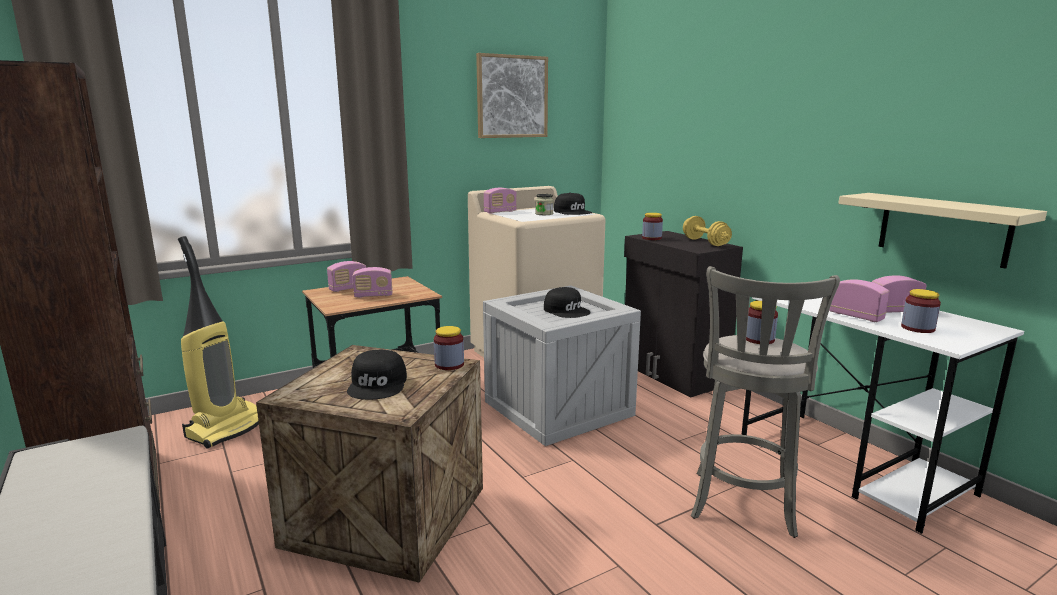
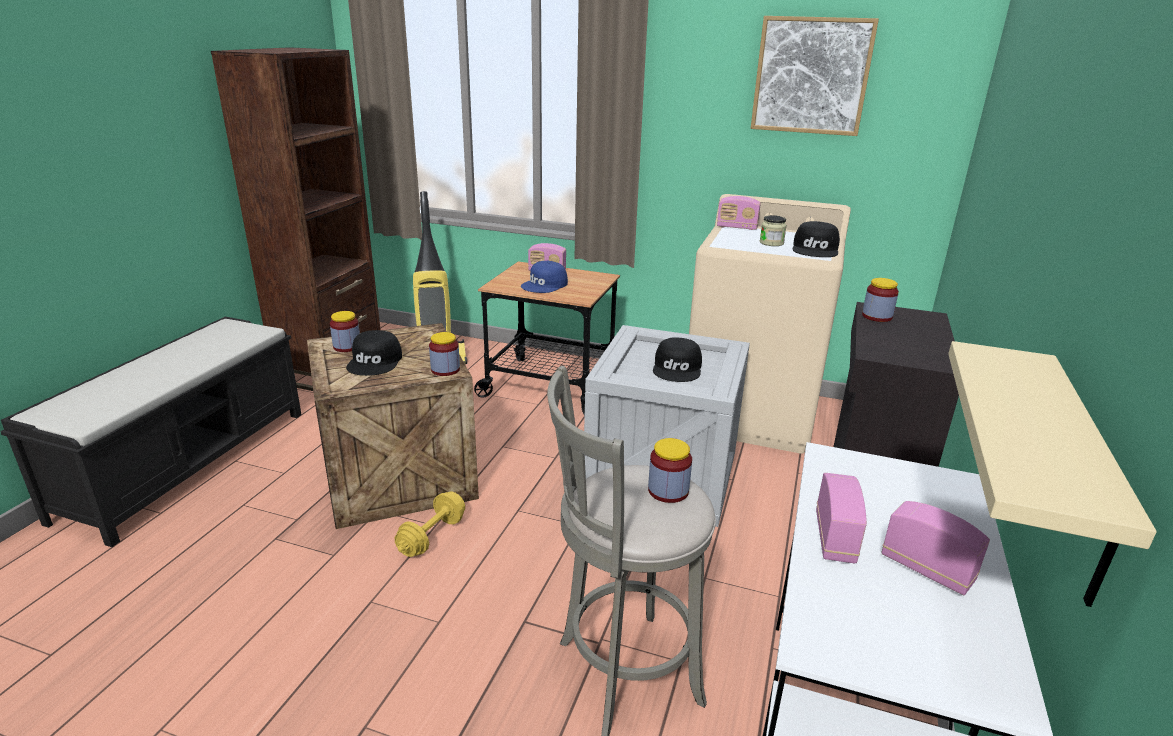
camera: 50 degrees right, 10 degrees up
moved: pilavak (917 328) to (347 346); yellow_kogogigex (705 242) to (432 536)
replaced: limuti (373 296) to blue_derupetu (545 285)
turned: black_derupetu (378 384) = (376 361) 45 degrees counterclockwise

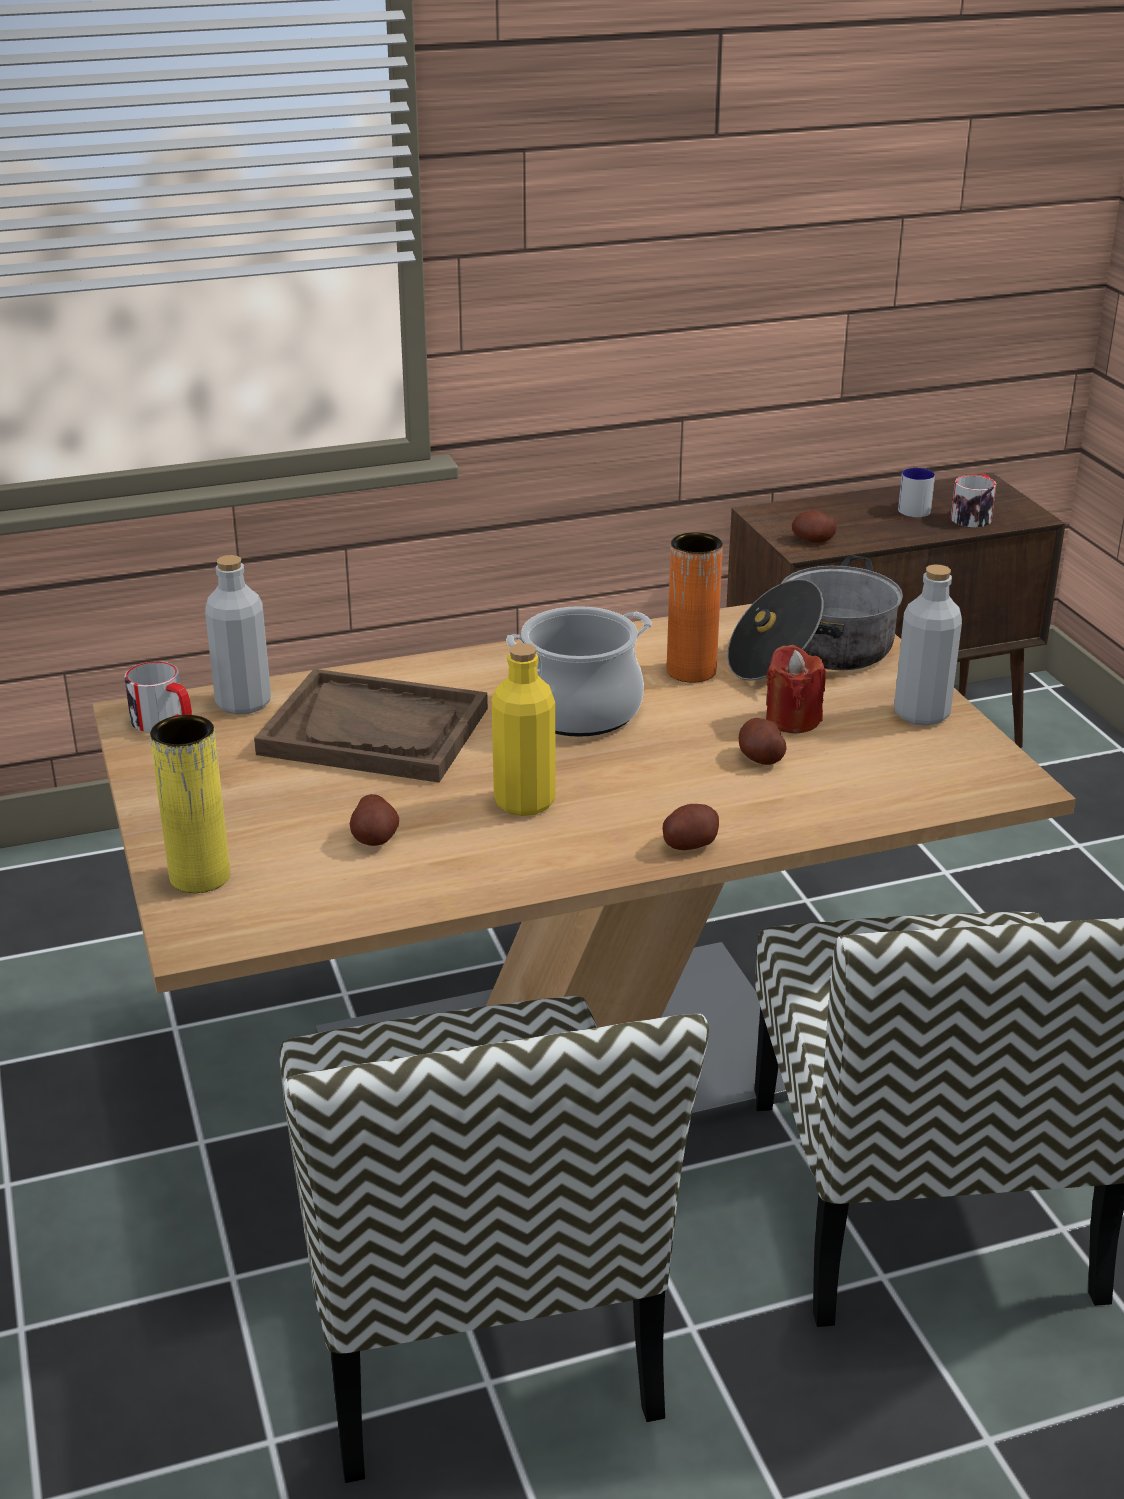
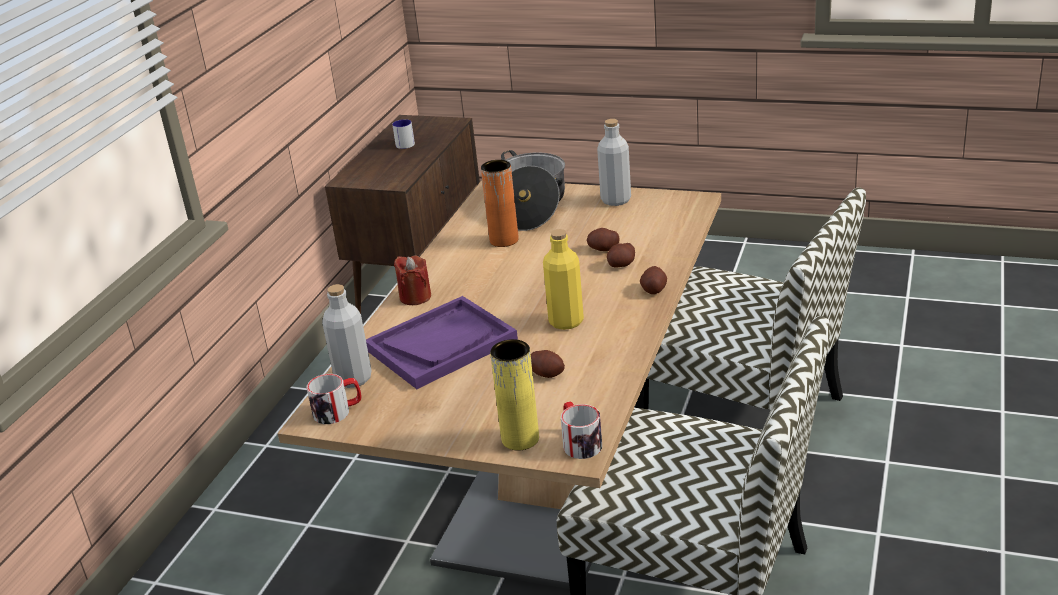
camera: 50 degrees left, 0 degrees up
removed: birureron (579 710)
moved: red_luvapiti (792 720) to (415 297); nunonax (973 516) to (579 442); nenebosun (813 540) to (621 265)
recoloured: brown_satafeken (375 731) to purple_satafeken (441 345)

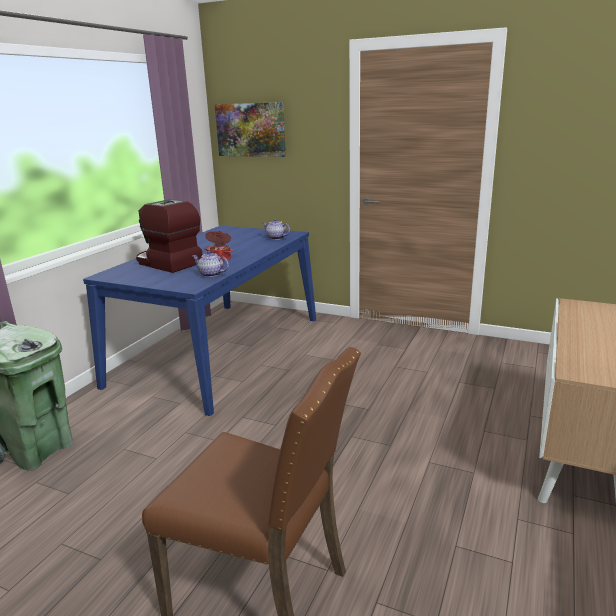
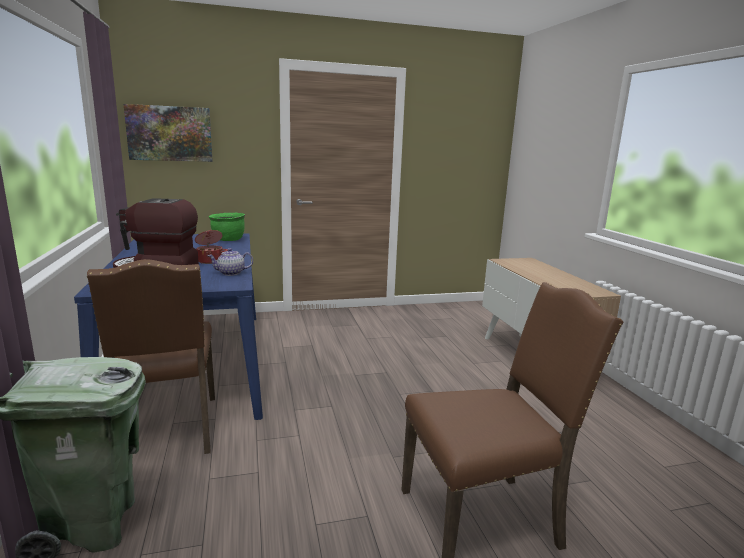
camera: 40 degrees left, 5 degrees down
added: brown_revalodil (168 431)
replaced: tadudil (276 238) to green_birureron (228 240)

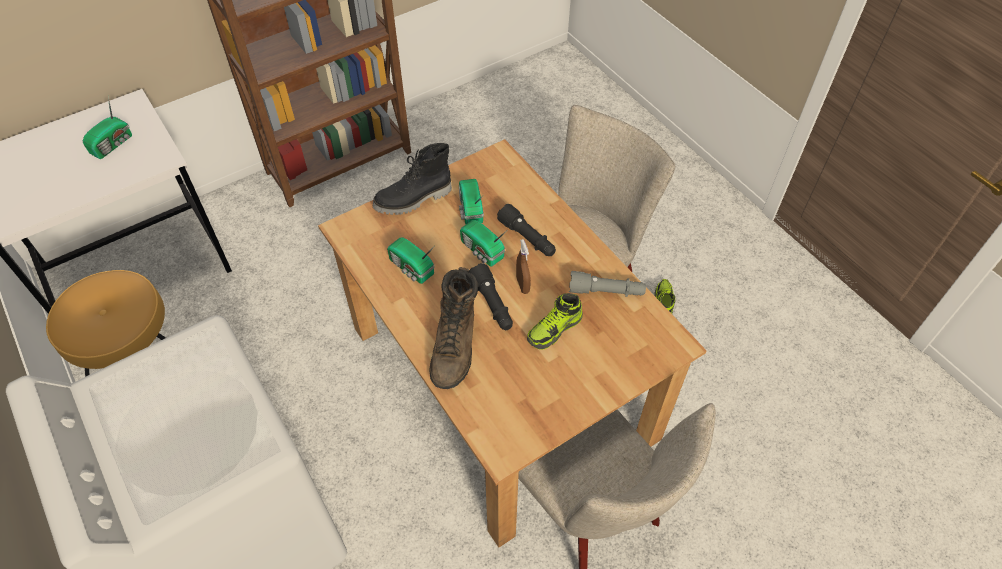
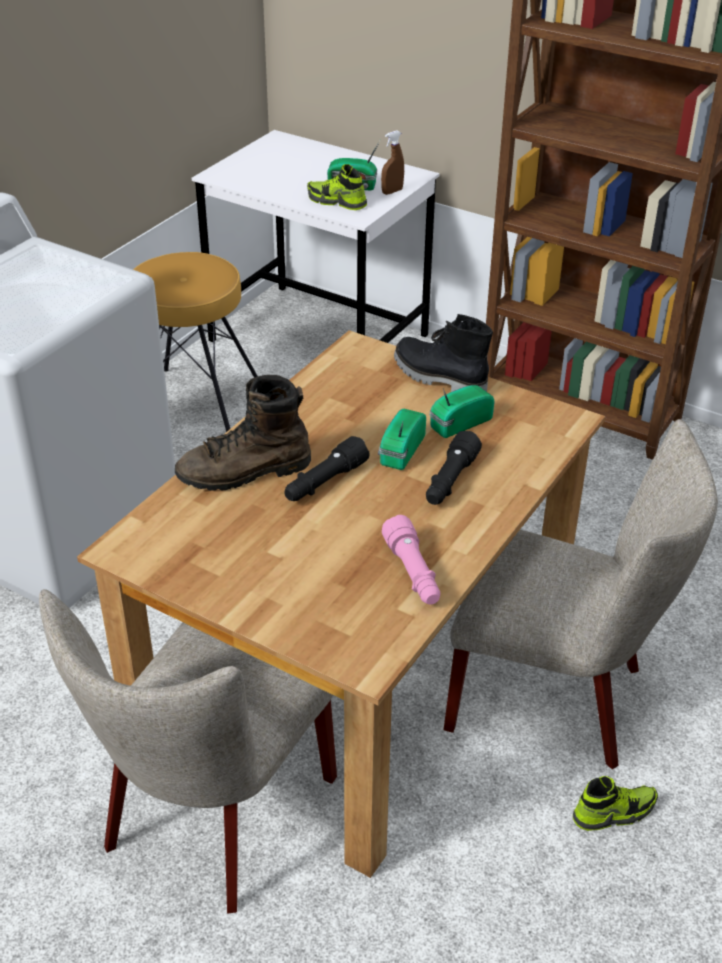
camera: 65 degrees right, 15 degrees down
removed: limuti (412 269)
moved: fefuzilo (554 329) to (336 202); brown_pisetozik (522 285) to (392 191)
recoloured: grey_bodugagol (606 291) to pink_bodugagol (413 573)

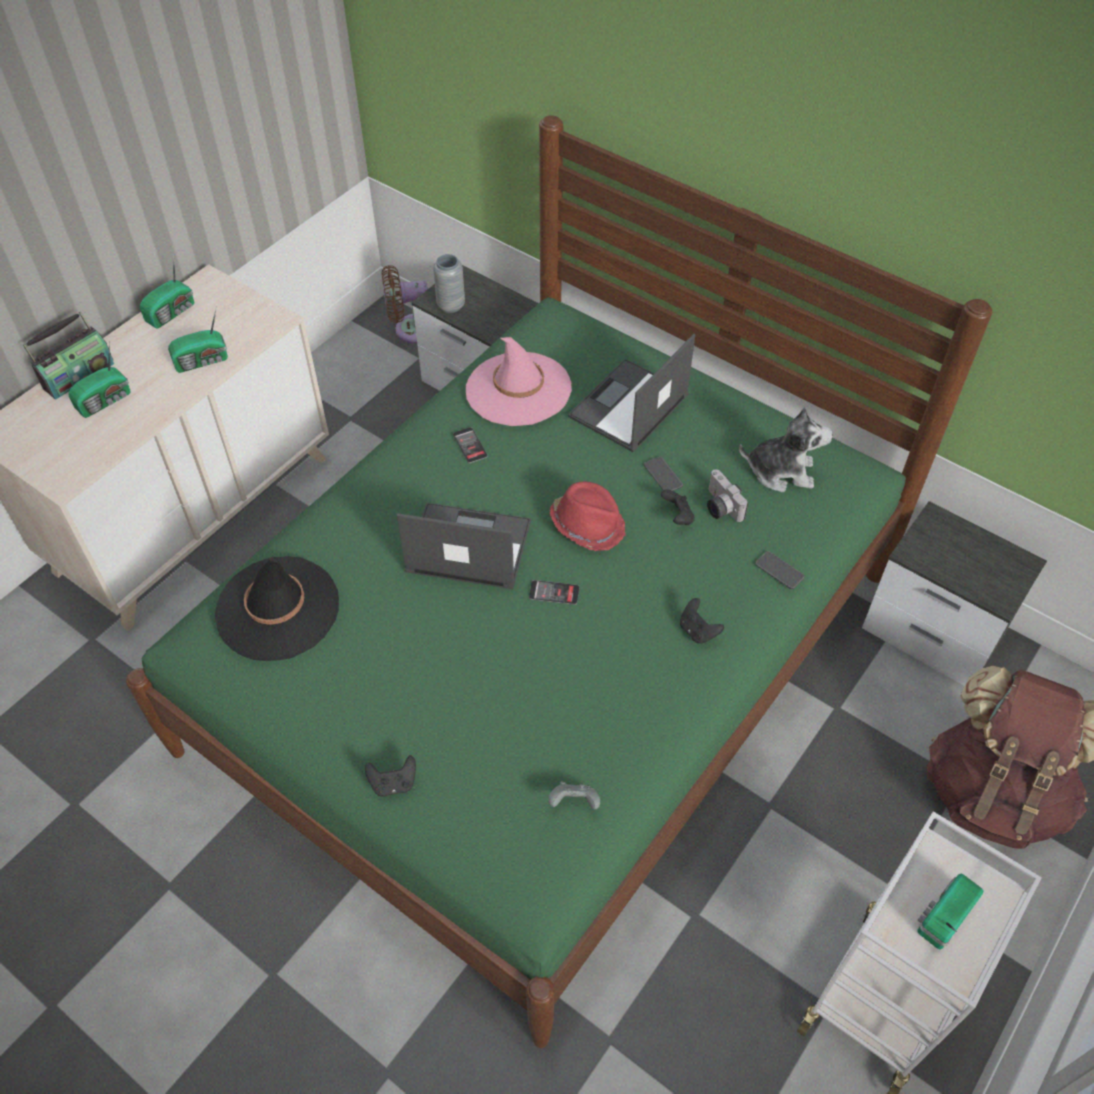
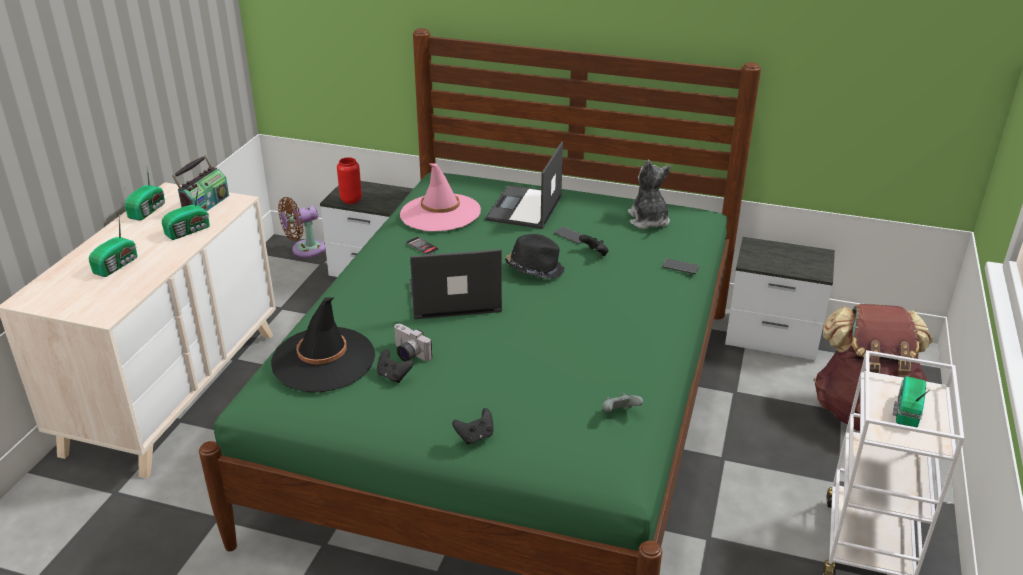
camera: 20 degrees left, 20 degrees down
removed: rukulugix (554 593)
moved: limuti (78 375) to (205 205); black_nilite (697 631) to (393 376); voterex (719 507) to (408 354)
recoloured: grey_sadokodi (451 305) to red_sadokodi (351 200); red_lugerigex (588 524) to black_lugerigex (534 269)
turned: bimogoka (781 471) = (648 220) 90 degrees counterclockwise

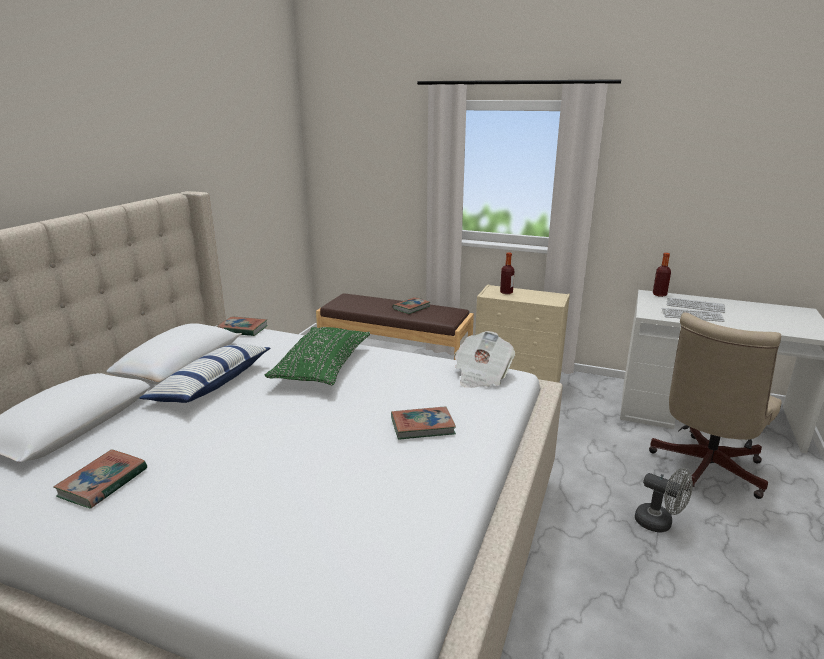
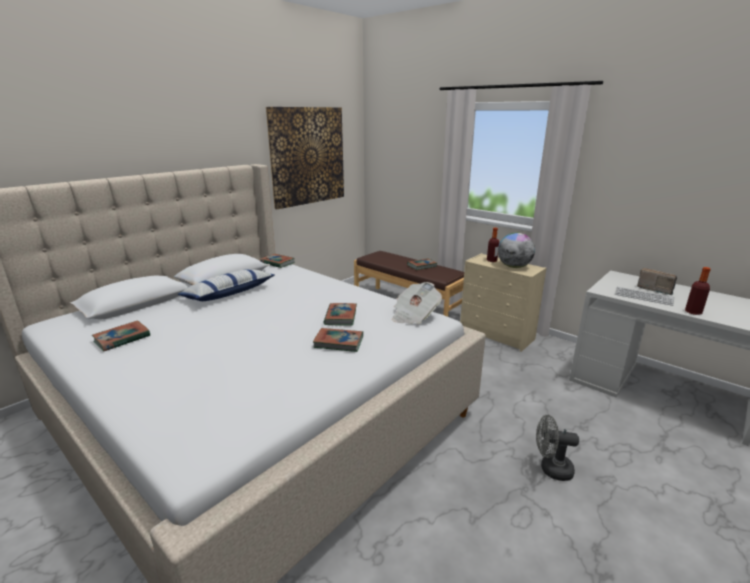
camera: 20 degrees right, 0 degrees up
removed: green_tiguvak (322 367); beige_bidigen (703 470)
added: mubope (307 156); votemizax (340 317); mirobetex (514 267)
moved: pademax (659 294) to (693 312)
replaced: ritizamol (695 306) to limuti (654 289)
turned: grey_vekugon (659 523) = (551 469) 135 degrees clockwise

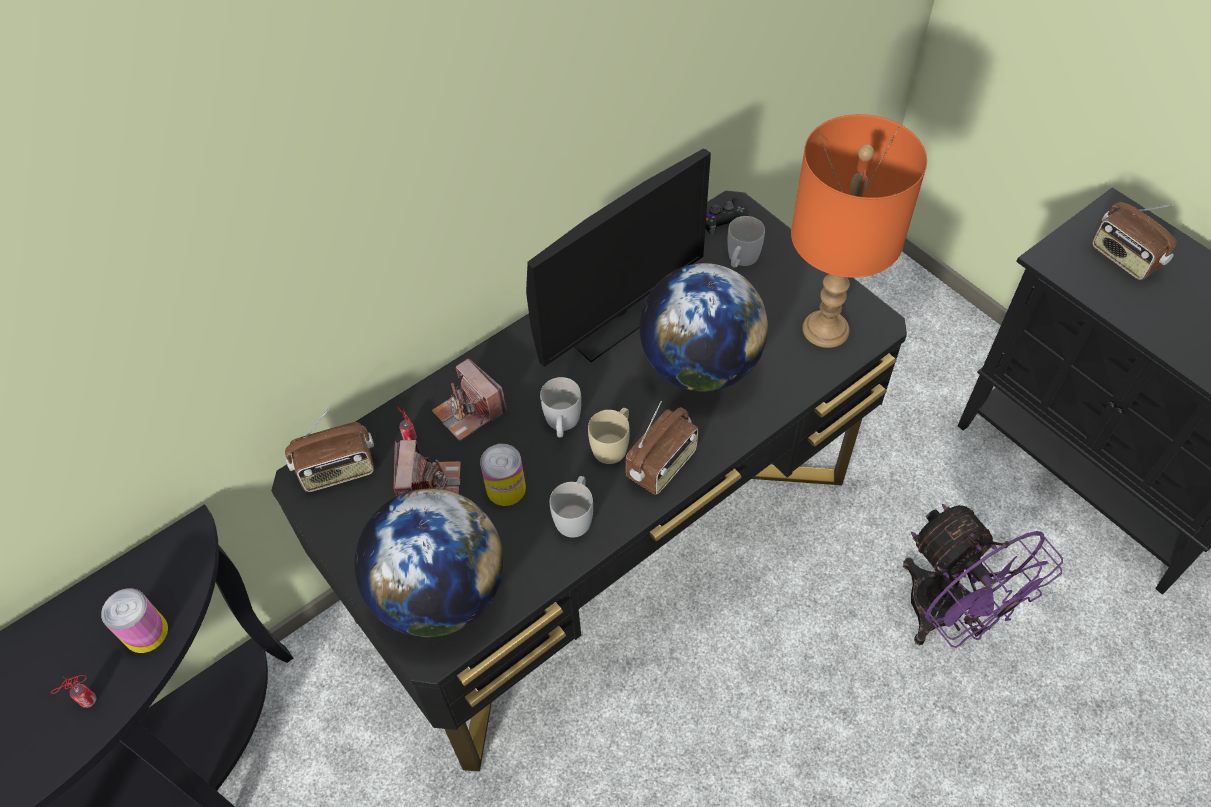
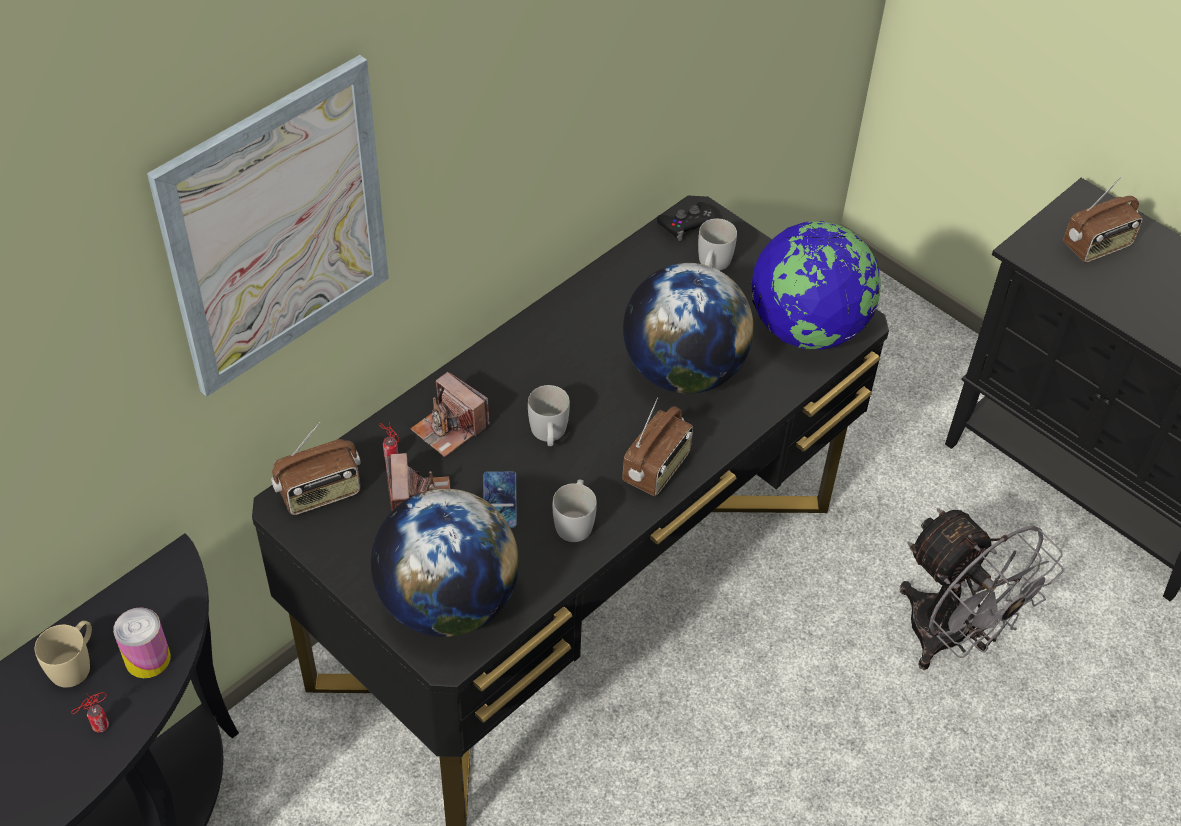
camera: 10 degrees left, 5 degrees down
removed: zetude (618 314)
added: mubope (277 228)
moved: beige_nunonax (613 444) to (75 663)
replaced: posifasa (506 488) to rukulugix (499 500); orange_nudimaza (826 329) to mirobetex (808 329)
recoloured: purple_vekugon (947 616) to grey_vekugon (951 639)
turned: limuti (1124 258) = (1097 247) 75 degrees counterclockwise

